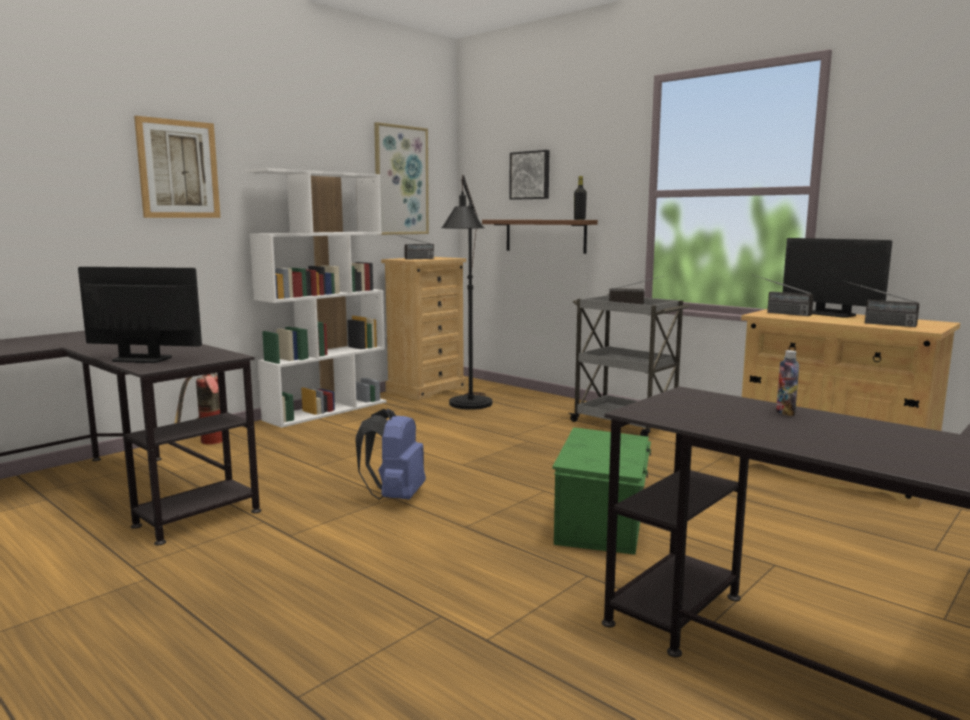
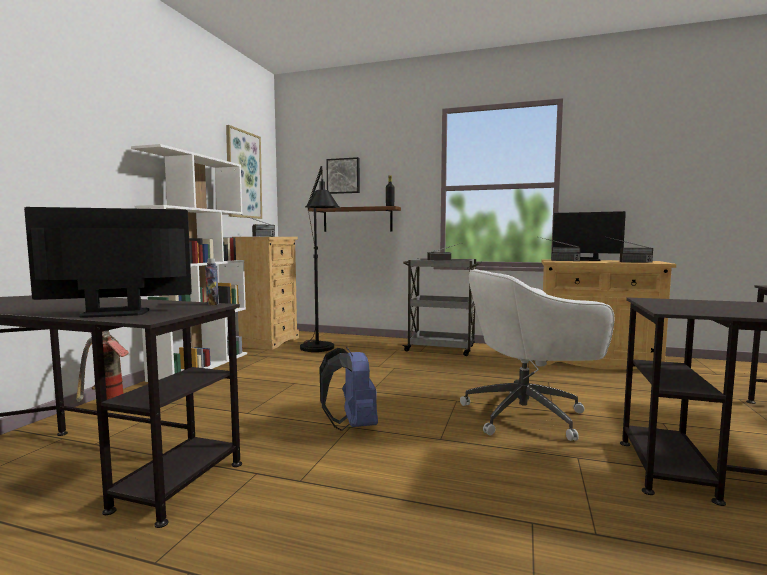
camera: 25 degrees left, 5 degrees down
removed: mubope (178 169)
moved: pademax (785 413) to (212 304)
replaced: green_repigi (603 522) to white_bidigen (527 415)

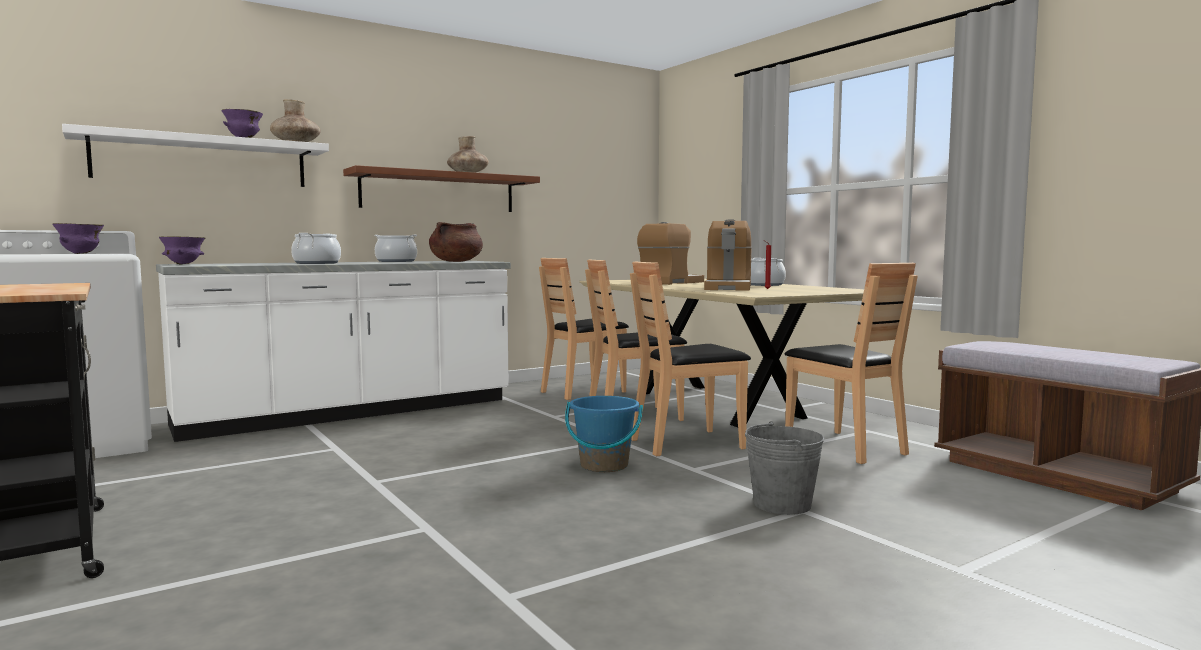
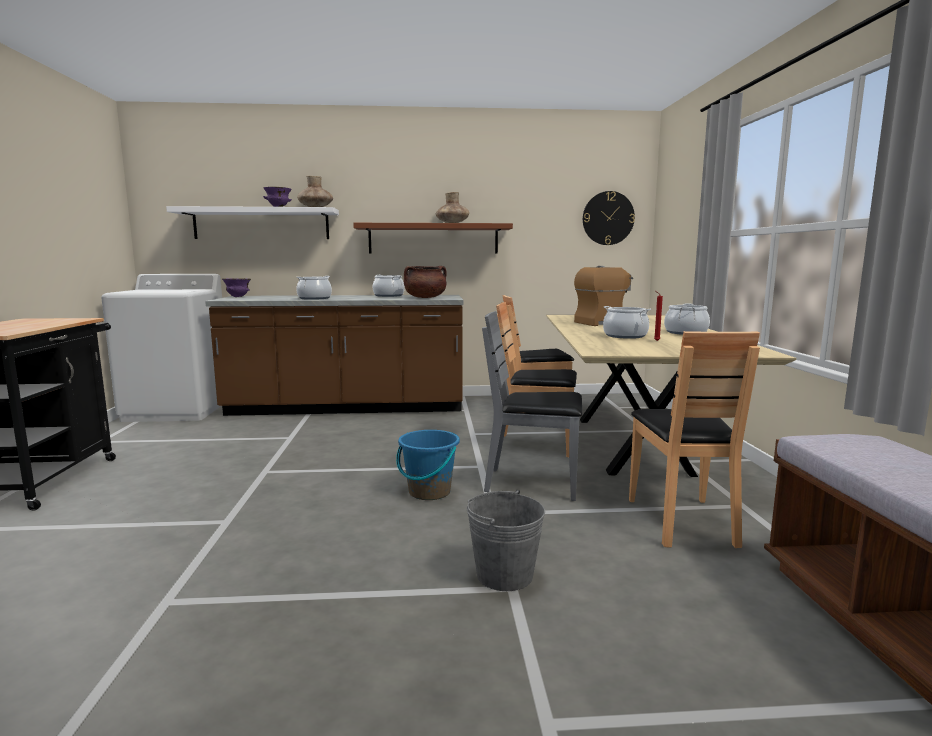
camera: 30 degrees right, 5 degrees up
removed: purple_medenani (80 253)
added: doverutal (608 218)
replaced: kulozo (728 288) to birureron (625 336)
recoloured: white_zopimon (350 413) to brown_zopimon (346 408); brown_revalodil (687 443) to grey_revalodil (533 483)

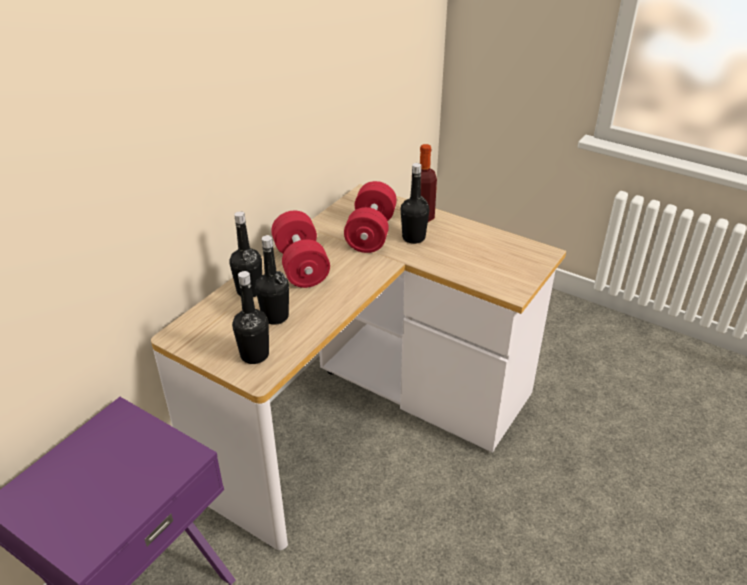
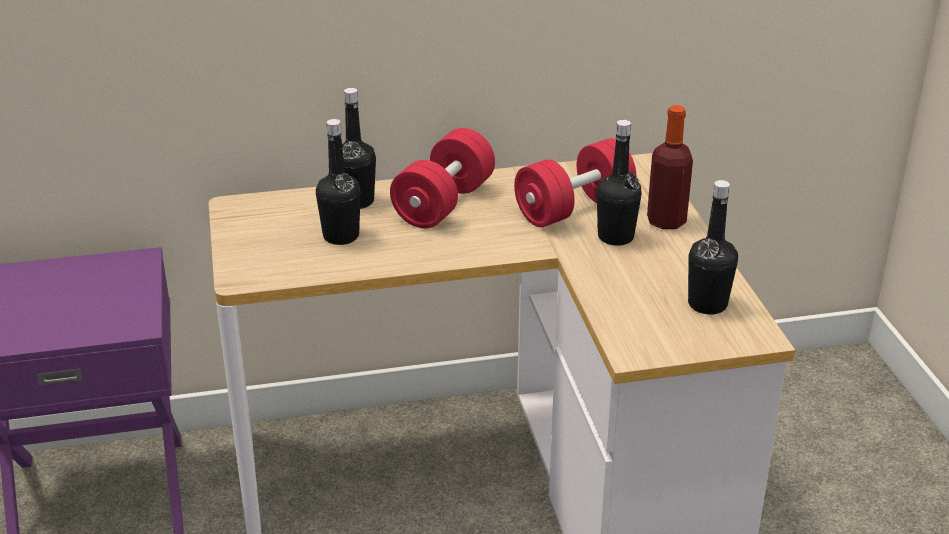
camera: 45 degrees right, 5 degrees down
moved: black_pademax (254 355) to (707 304)

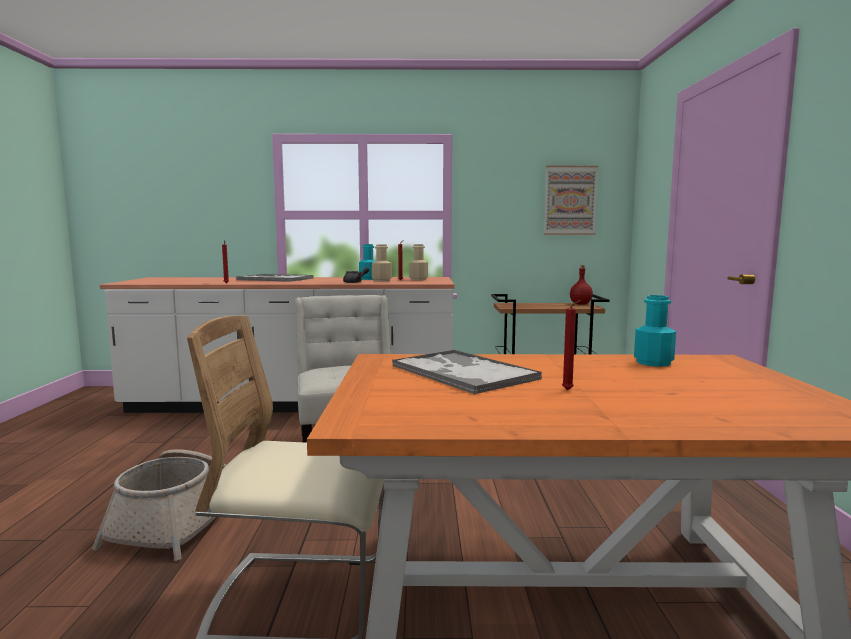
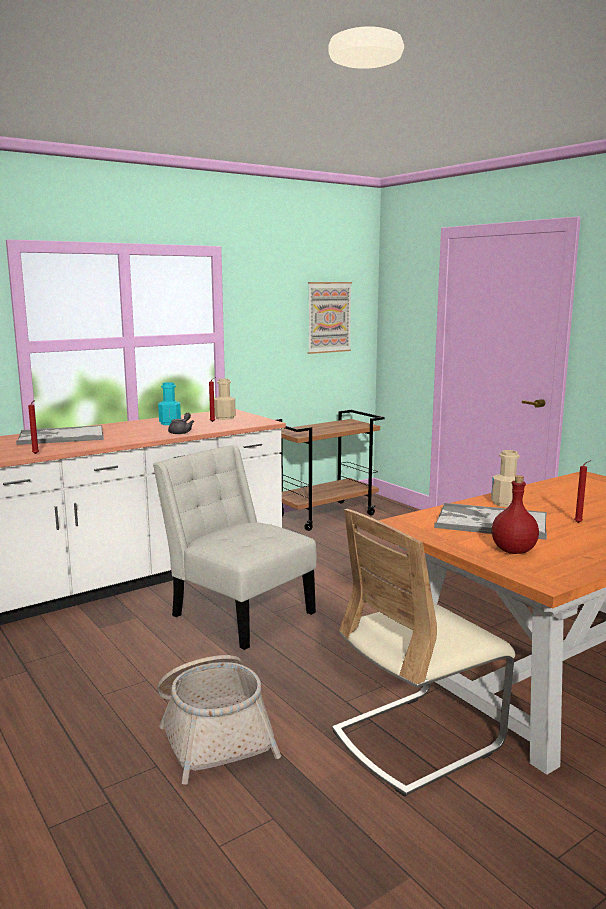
camera: 35 degrees left, 5 degrees up
removed: turquoise_pademax (653 362)
moved: beige_pademax (381 280) to (506 503); red_pademax (580 304) to (513 551)

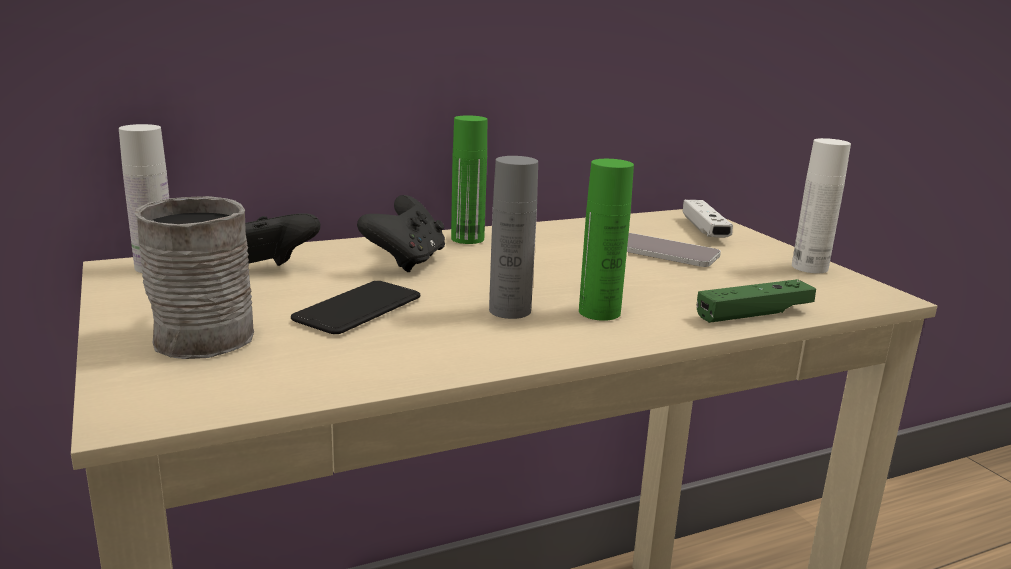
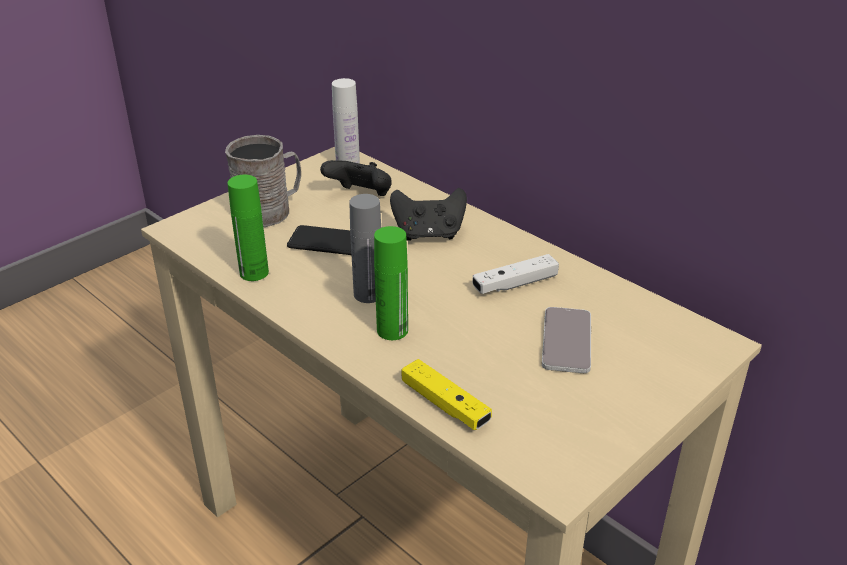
camera: 70 degrees right, 15 degrees up
removed: white_pademax (809 267)
moved: green_pademax (467 239) to (254 273); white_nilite (704 230) to (515 284)
recoloured: green_nilite (754 314) to yellow_nilite (445 404)

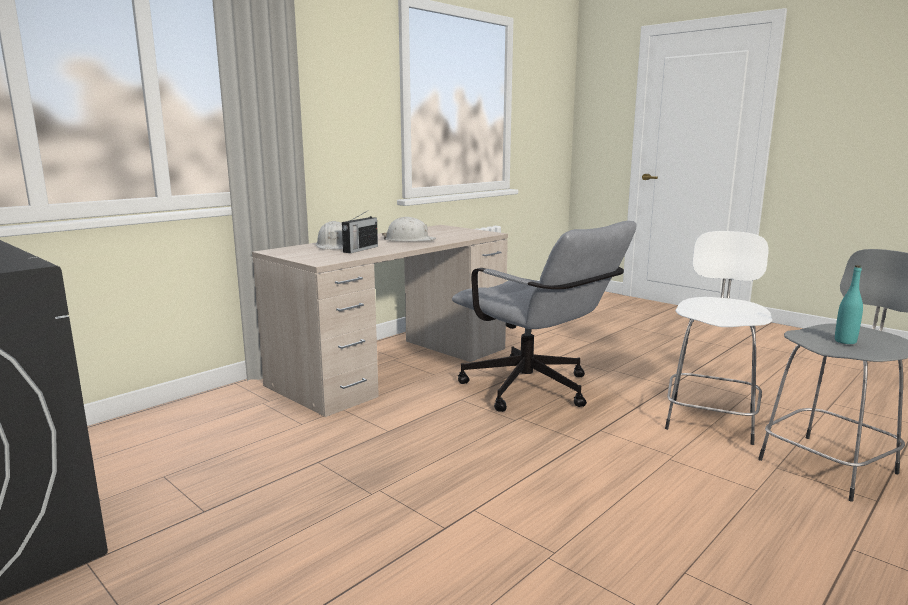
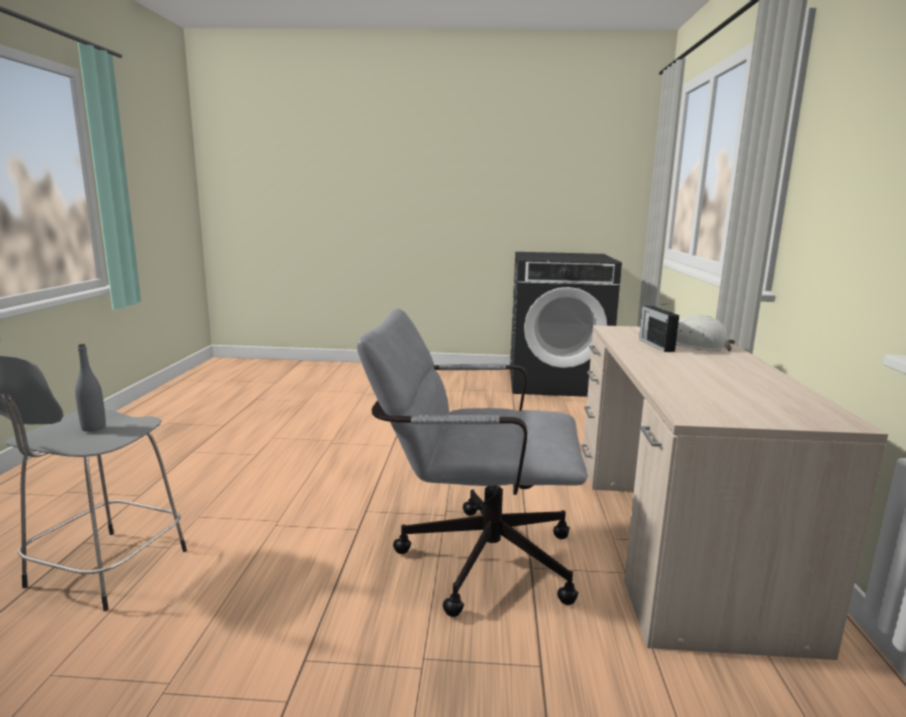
camera: 140 degrees right, 0 degrees up
removed: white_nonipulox (409 240); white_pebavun (710 418)
recoloured: turquoise_pademax (845 341) to grey_pademax (93 428)

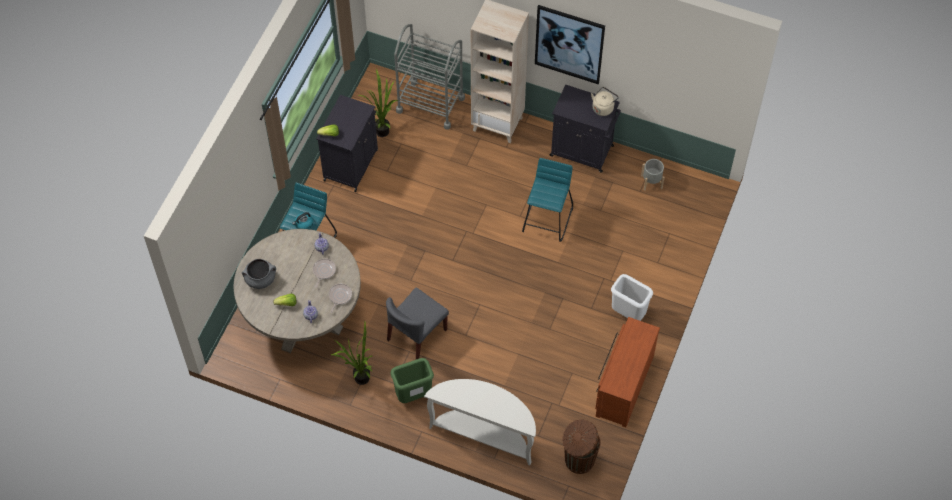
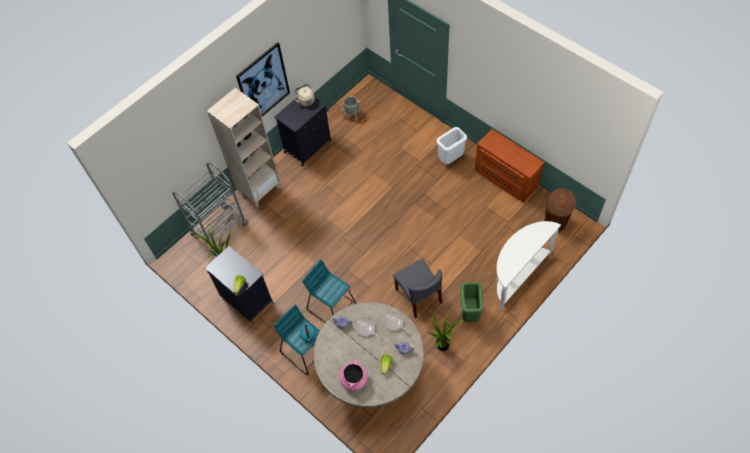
camera: 65 degrees left, 0 degrees up
moved: turquoise_pebavun (547 219) to (332 306)
recoloured: grey_birureron (260 279) to pink_birureron (354 380)

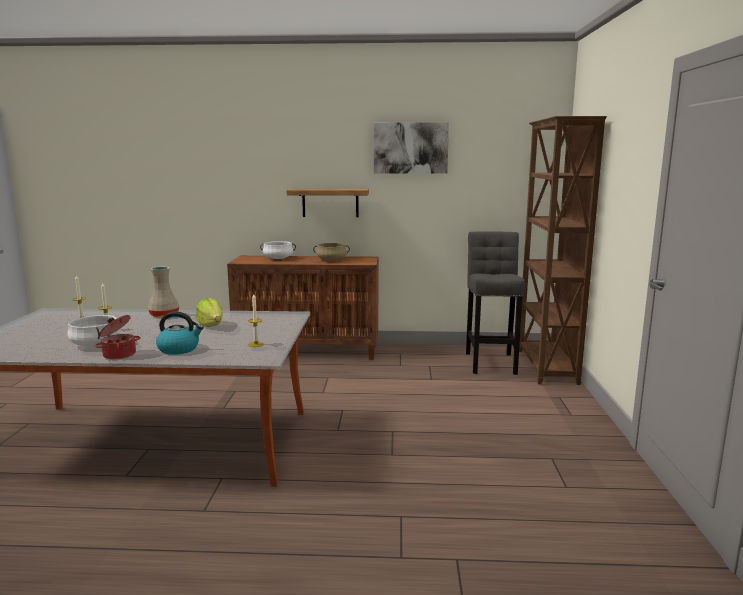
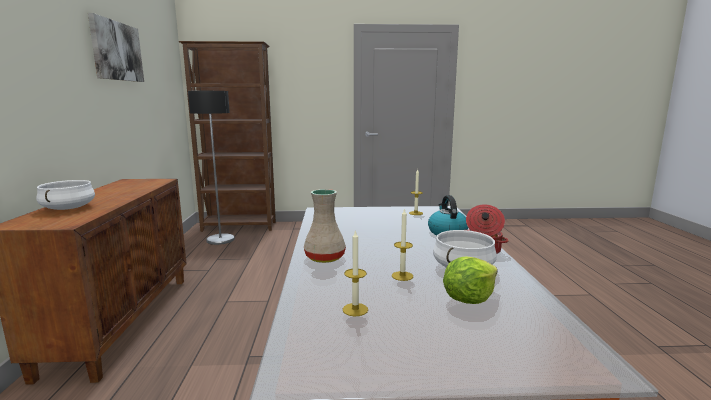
camera: 95 degrees left, 0 degrees up
removed: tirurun (330 202); beige_birureron (331 260)
moved: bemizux (211 325) to (469 298)
replaced: grey_pebavun (491 362) to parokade (220 240)

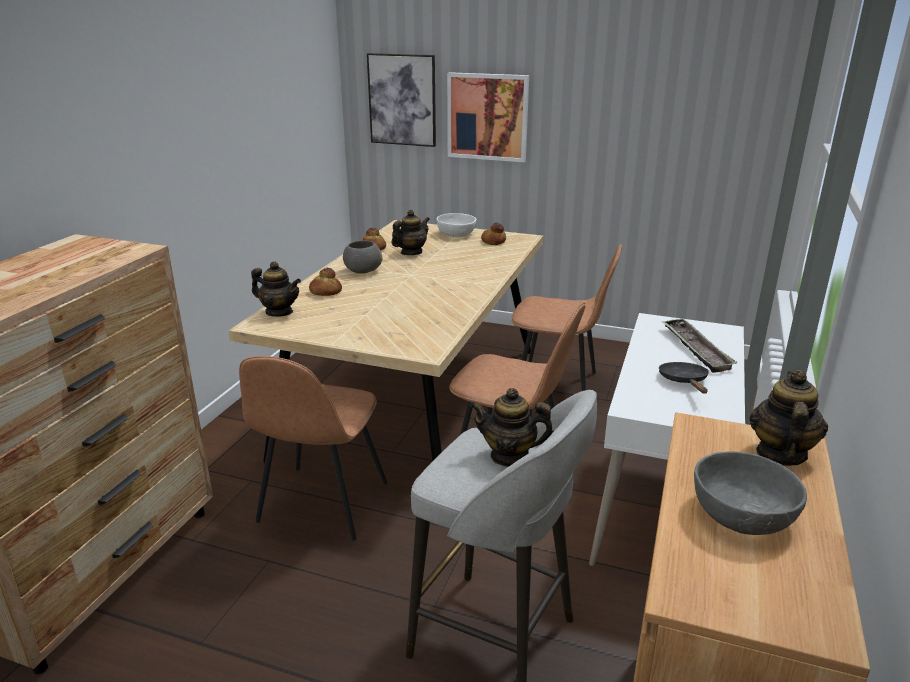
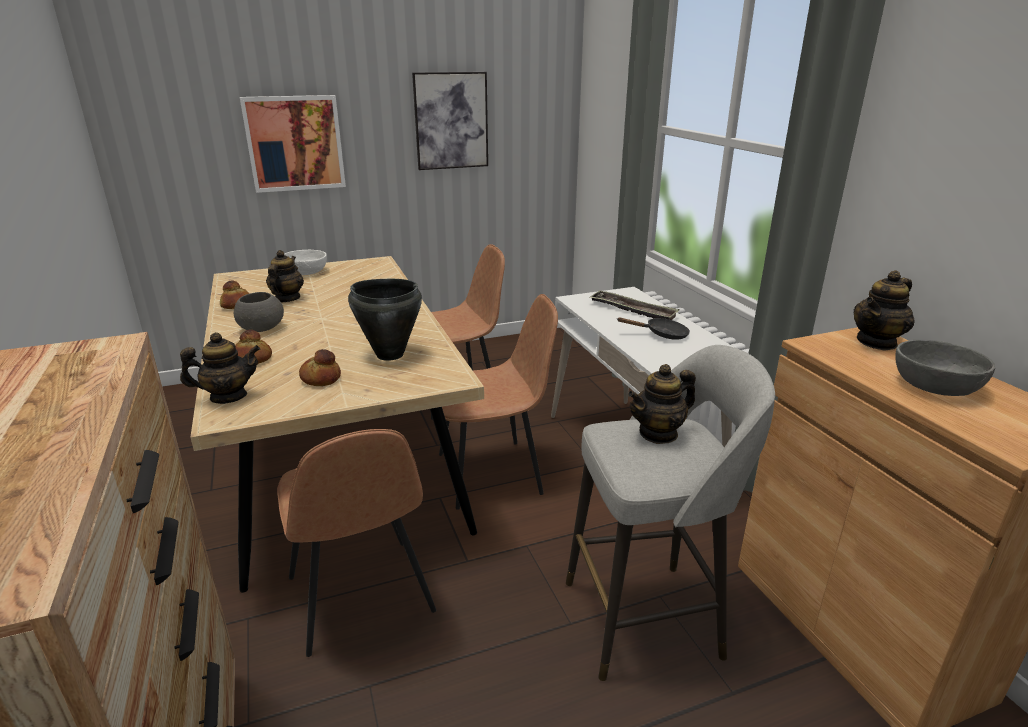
camera: 40 degrees left, 0 degrees up
added: black_birureron (389 354)
moved: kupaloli (494 241) to (321 378); mubope (402 100) to (451 121)
turned: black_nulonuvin (684 381) = (662 334) 135 degrees clockwise; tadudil (780 454) = (877 342) 105 degrees counterclockwise

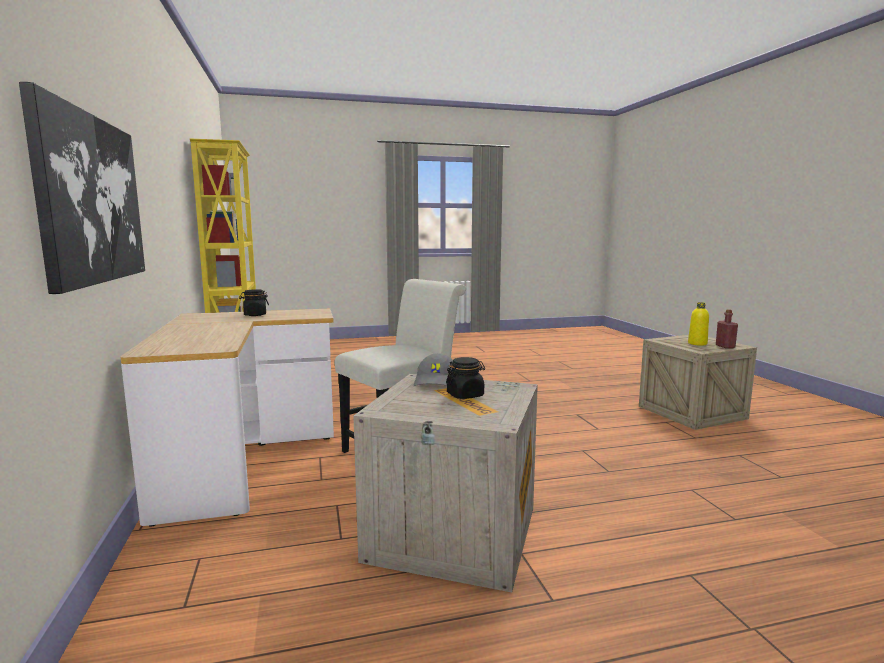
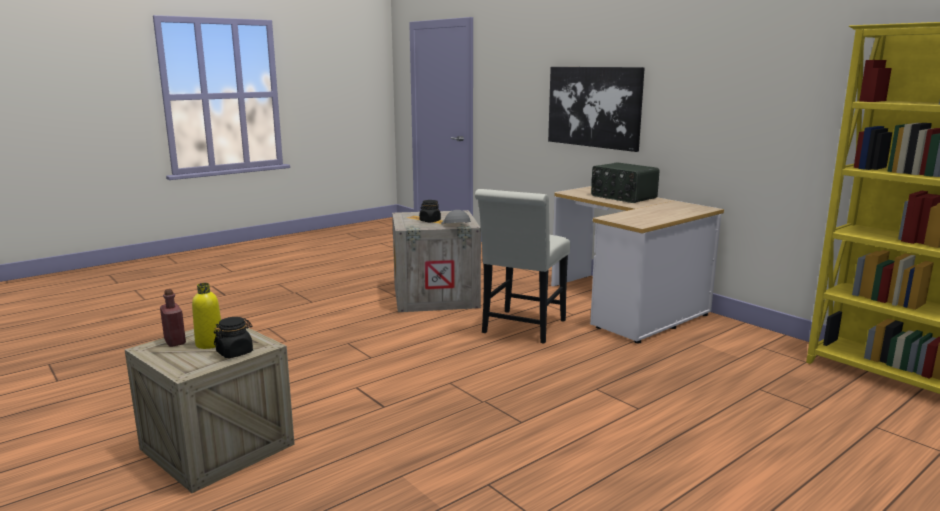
camera: 155 degrees right, 5 degrees up
added: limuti (623 197)
moved: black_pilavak (255 315) to (235 352)

